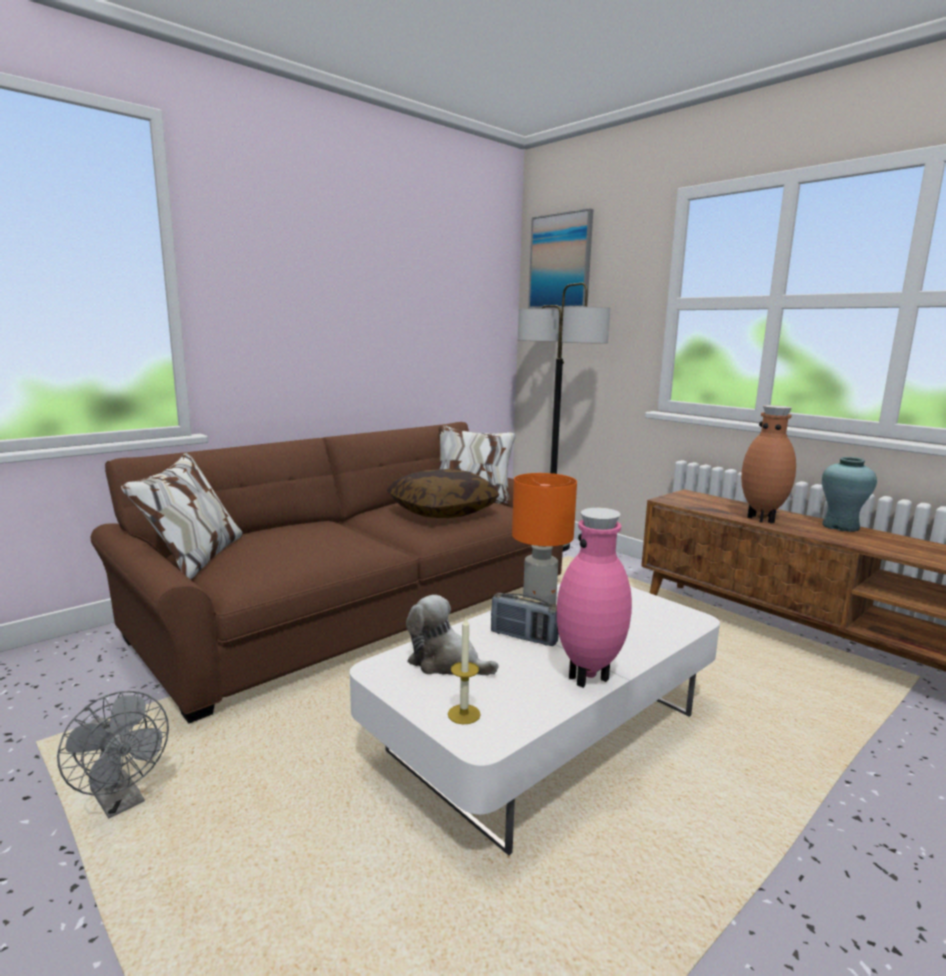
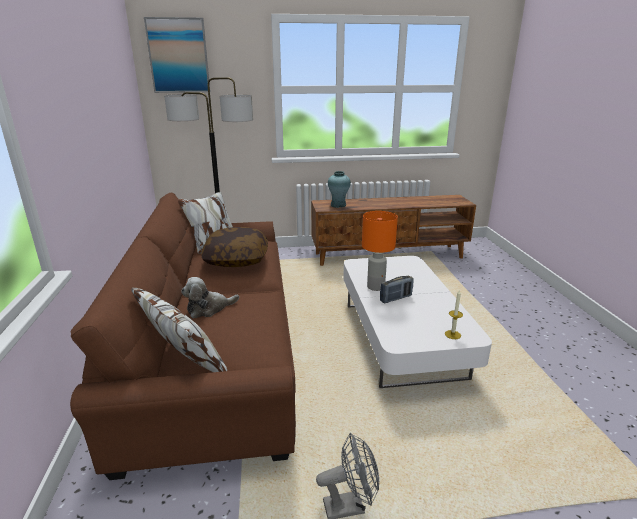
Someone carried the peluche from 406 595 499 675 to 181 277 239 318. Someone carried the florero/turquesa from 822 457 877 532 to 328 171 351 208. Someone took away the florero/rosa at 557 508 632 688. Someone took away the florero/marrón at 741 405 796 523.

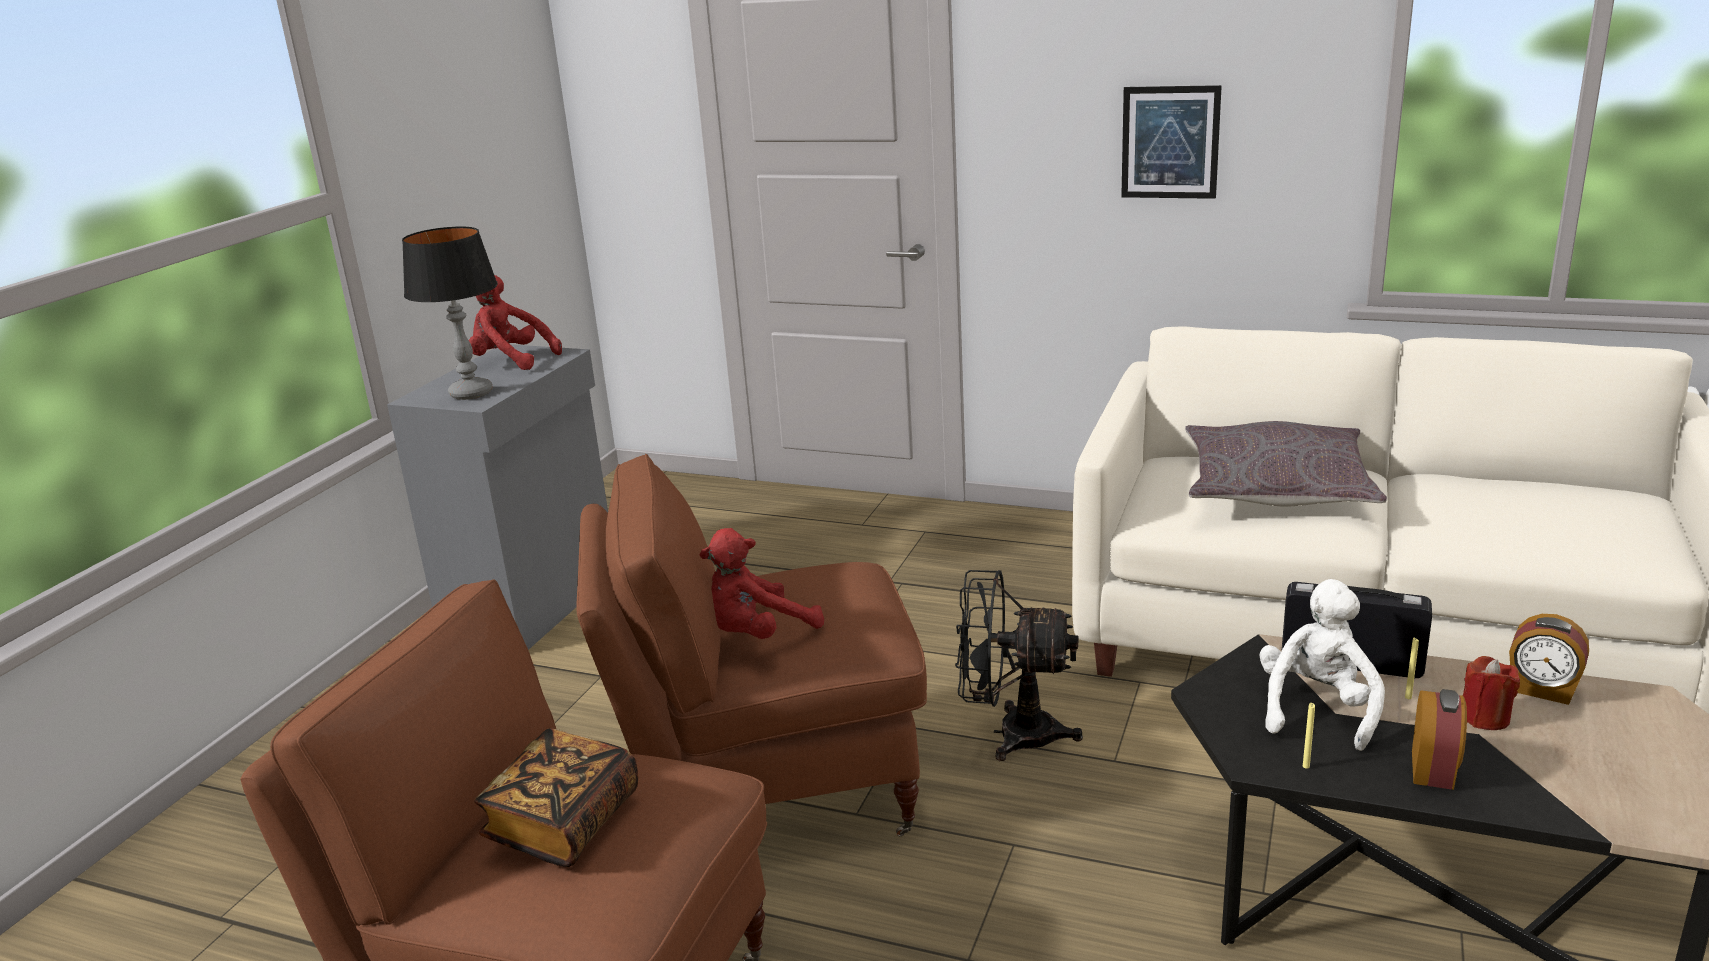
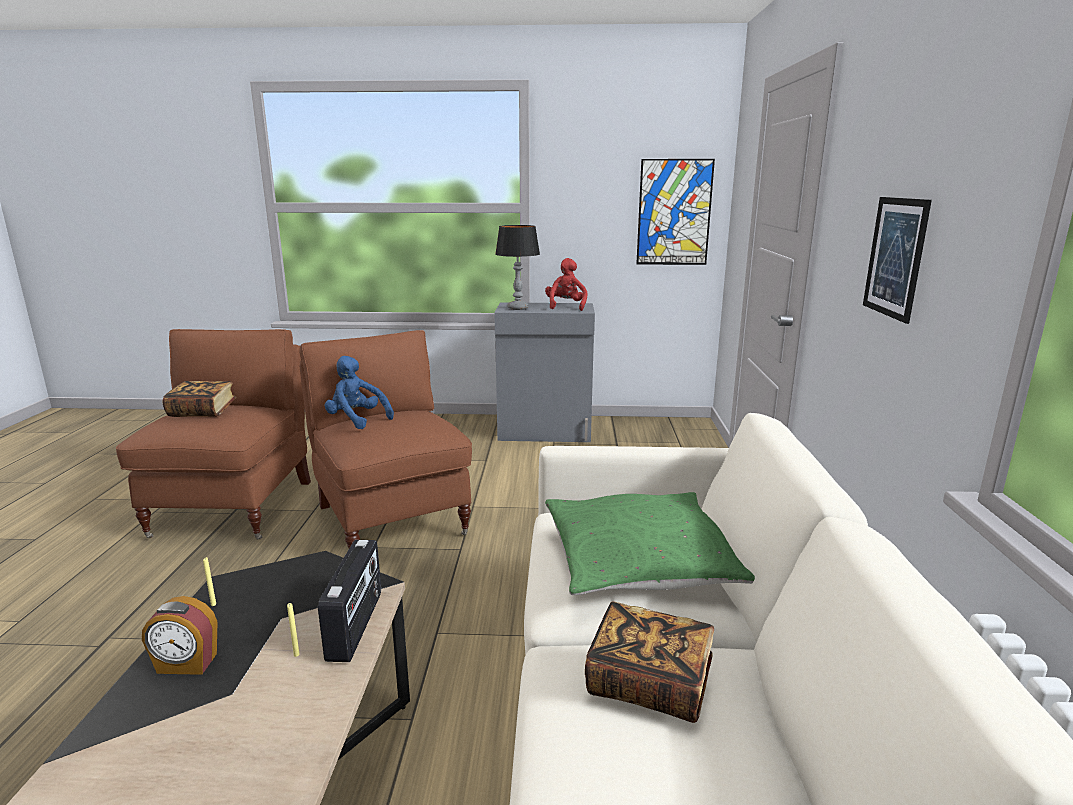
Someone repainted the peluche/rojo at 700 528 824 639, which became the peluche/azul at 324 356 394 429. Someone repainted the cojín/gris at 1185 421 1387 507, which became the cojín/verde at 545 492 755 595. Someone put down the libro at 585 601 714 723. Someone put up the cuadro at 636 159 715 265. Someone took away the ventilador/negro at 955 570 1083 761. Someone took away the peluche/blanco at 1260 579 1385 751. Someone took away the vela/rojo at 1463 656 1520 730. Someone took away the despertador at 1509 614 1589 705.

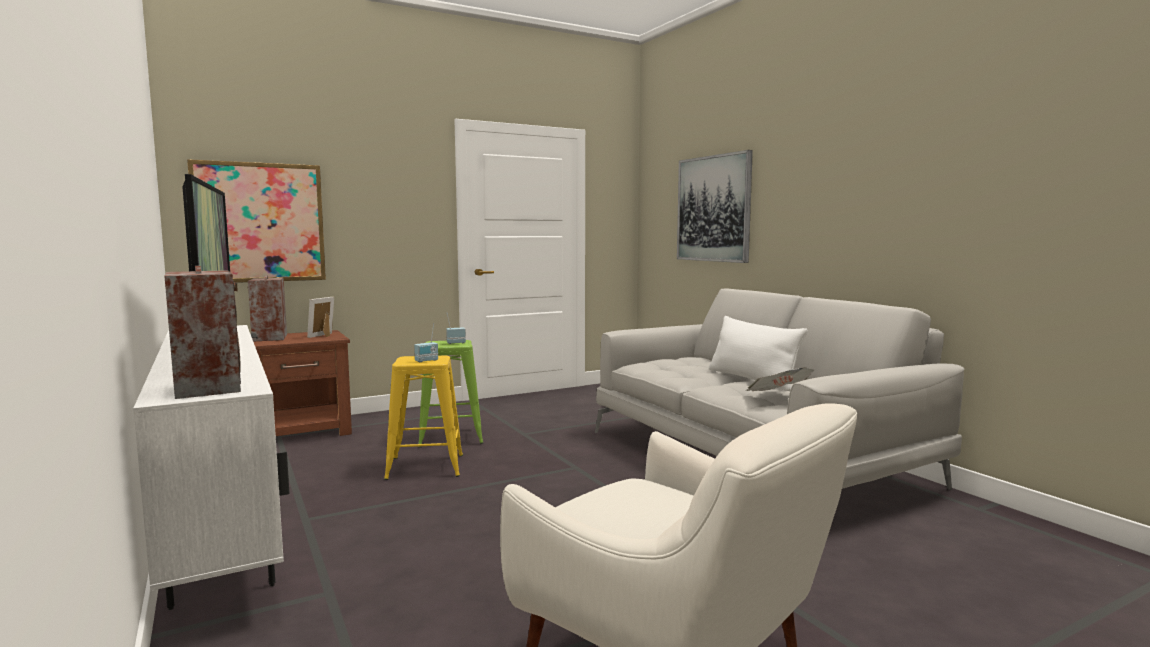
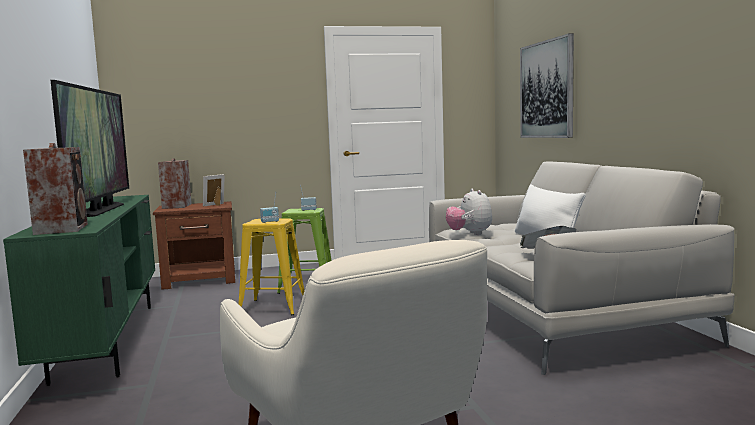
Someone repainted the mueble de televisión/blanco at 133 325 290 610, which became the mueble de televisión/verde at 3 195 155 386. Someone put down the peluche at 446 189 492 235. Someone took away the cuadro at 187 159 326 283.

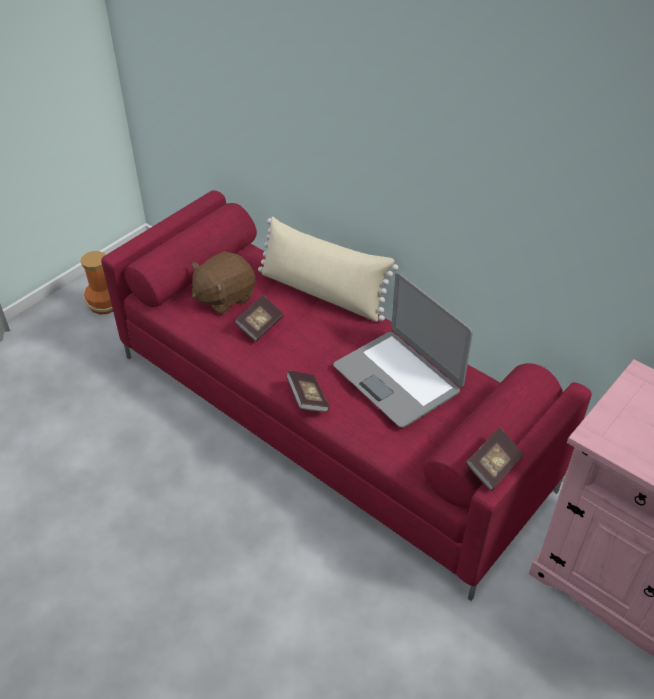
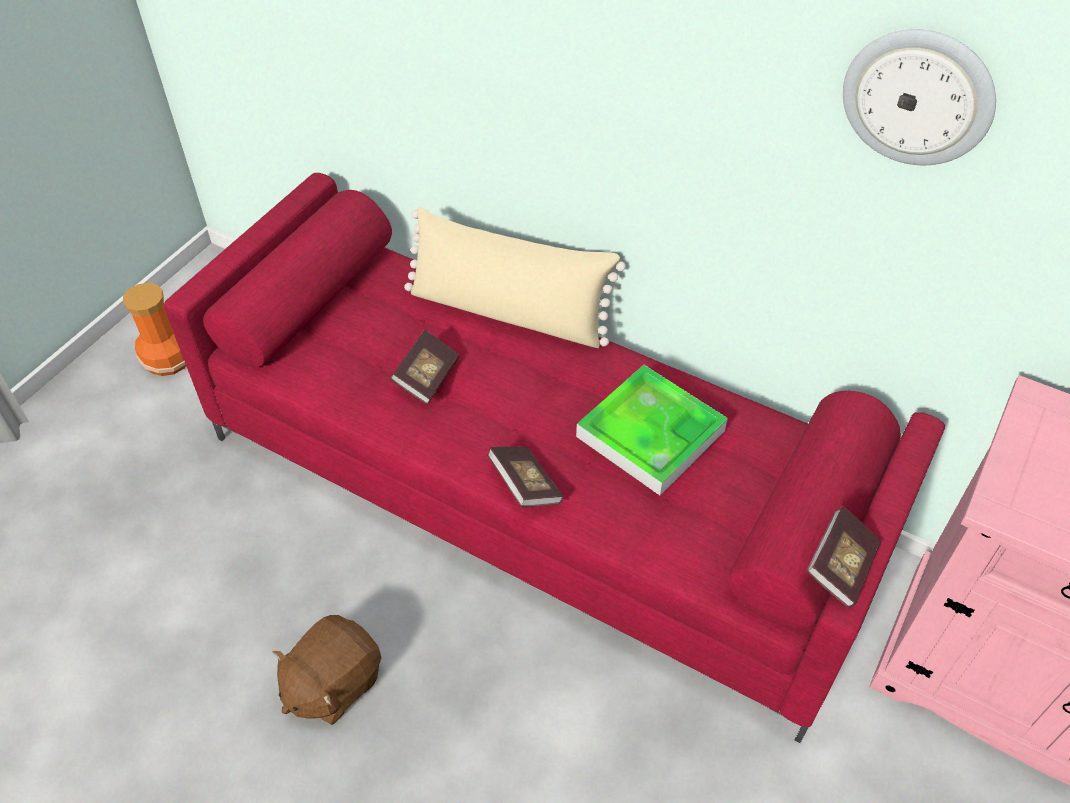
Someone carried the peluche/marrón from 192 251 256 314 to 272 615 381 725. Someone swapped the portátil at 333 272 473 428 for the bandeja at 576 365 728 495. Someone put up the reloj de pared at 843 29 996 165.

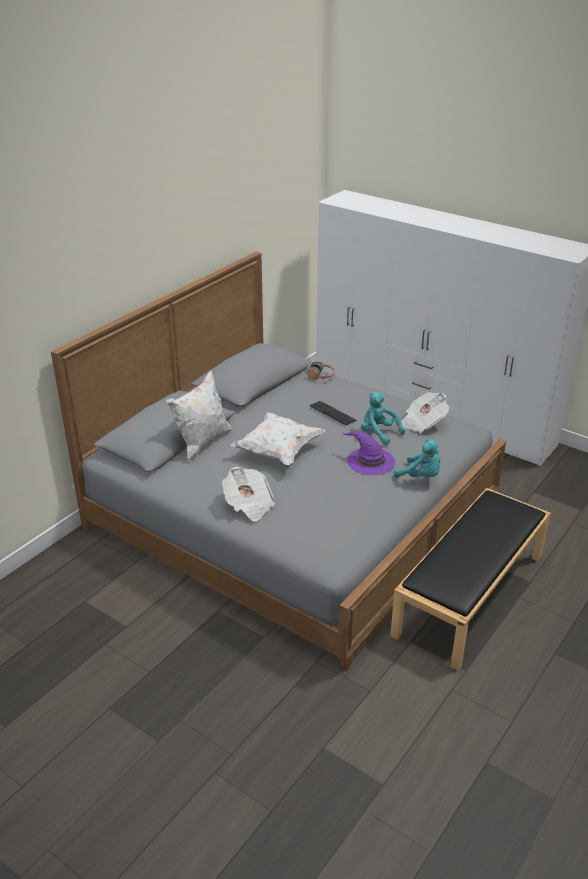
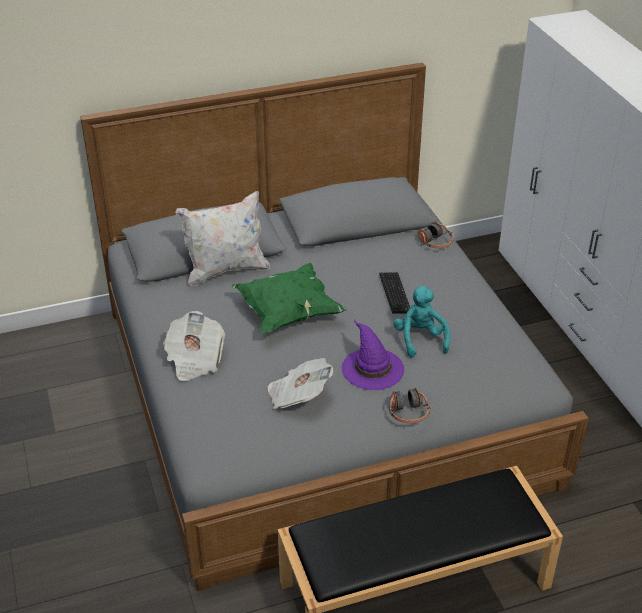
Someone repainted the cojín/blanco at 231 412 325 465, which became the cojín/verde at 232 263 346 333. Someone carried the periódico from 401 392 449 433 to 267 358 333 409. Someone swapped the peluche/turquesa at 394 439 440 478 for the auriculares at 389 388 430 424.

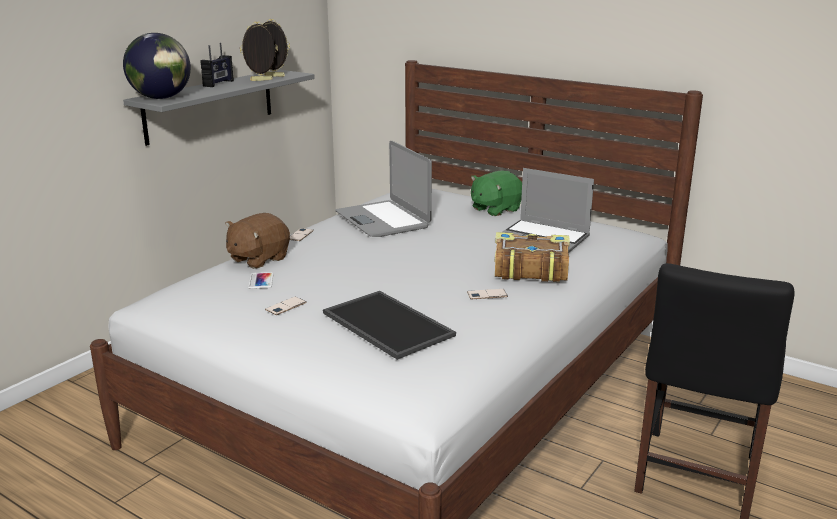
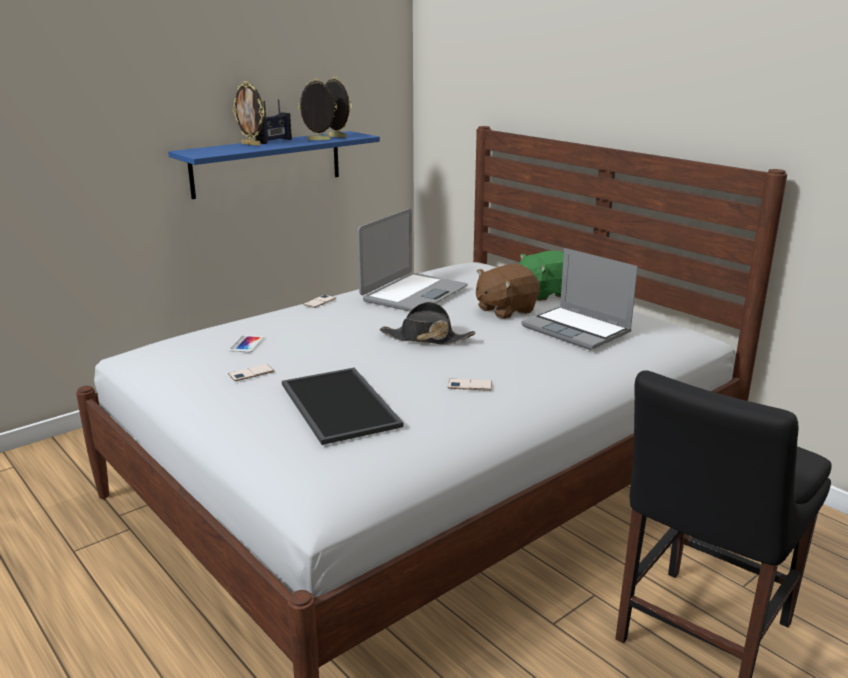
Someone repainted the estante/gris at 123 69 315 146, which became the estante/azul at 168 131 380 199. Someone put down the portarretratos at 232 81 264 146. Someone rotated the portátil at 335 141 432 237 by 135 degrees counterclockwise. Someone put down the sombrero/negro at 379 302 475 345. Someone carried the peluche/marrón from 225 213 290 269 to 476 264 540 319. Someone took away the globo terráqueo at 123 33 191 99. Someone took away the libro at 495 232 570 282.

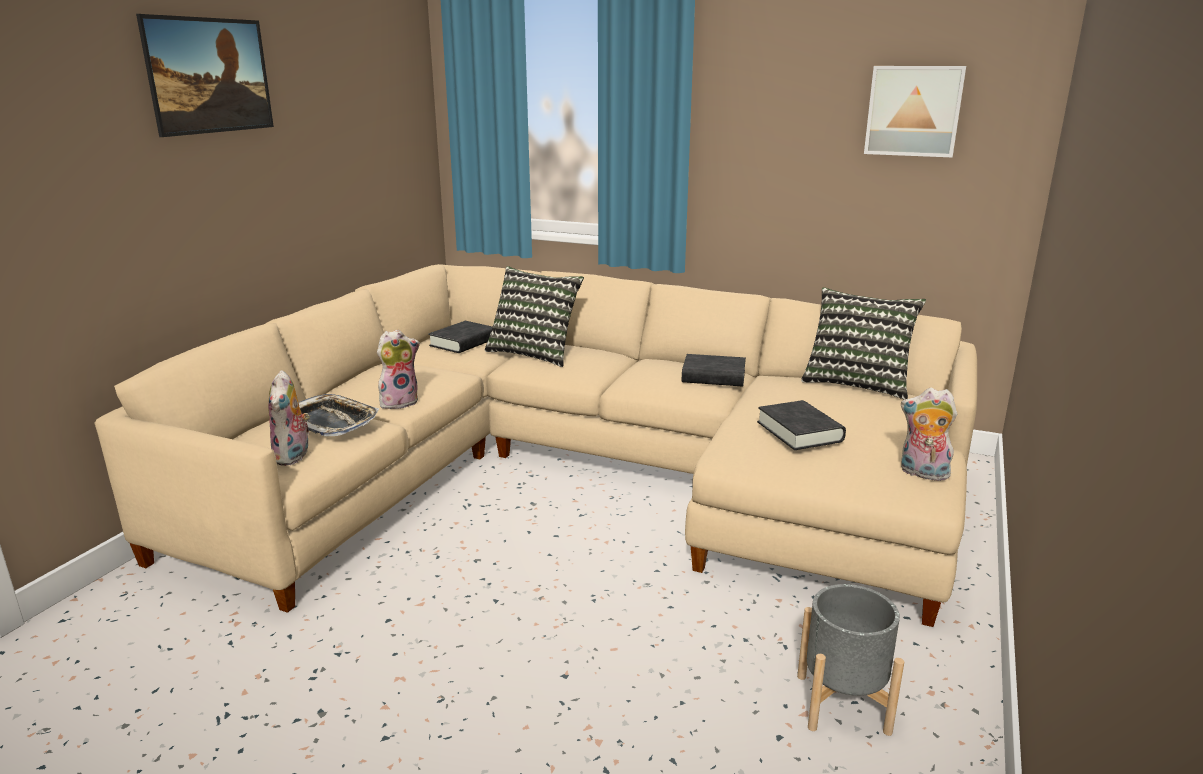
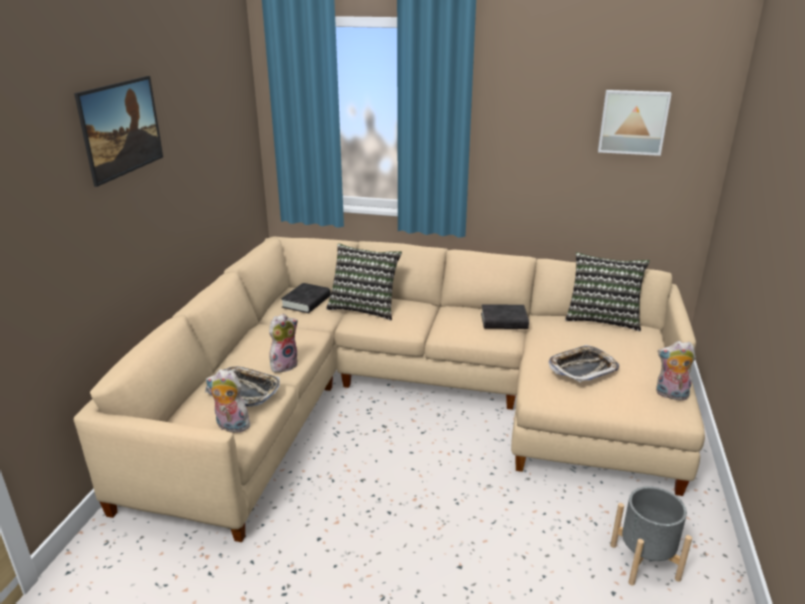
Someone rotated the peluche at 268 370 310 465 by 120 degrees clockwise. Someone swapped the libro/negro at 757 400 846 450 for the bandeja at 548 345 619 382.

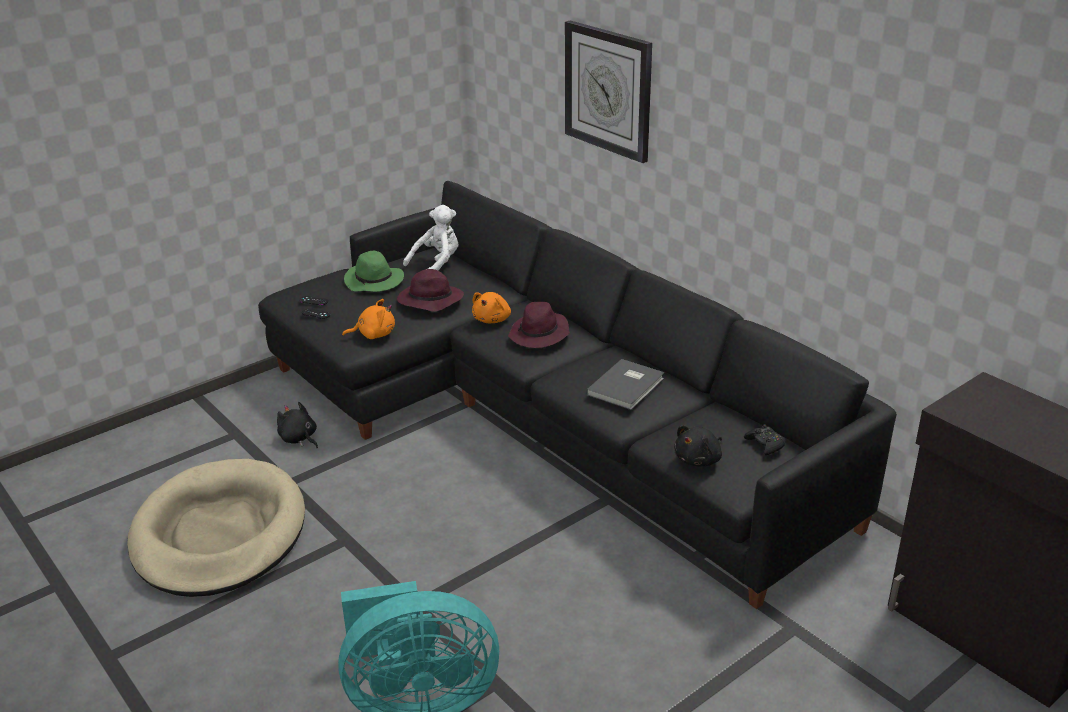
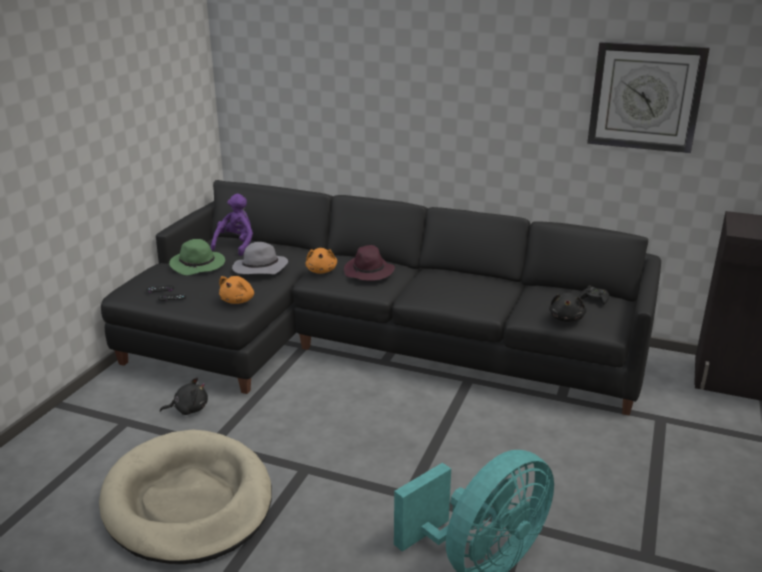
Someone rotated the peluche/negro at 277 402 318 448 by 150 degrees clockwise. Someone repainted the peluche/blanco at 403 205 458 270, which became the peluche/morado at 211 194 253 256. Someone rotated the peluche/naranja at 342 299 395 339 by 150 degrees clockwise. Someone repainted the sombrero/morado at 397 269 464 312, which became the sombrero/gris at 232 242 288 274. Someone carried the reloj de pared from 565 20 652 163 to 587 42 710 153. Someone took away the libro/gris at 586 359 665 410.

